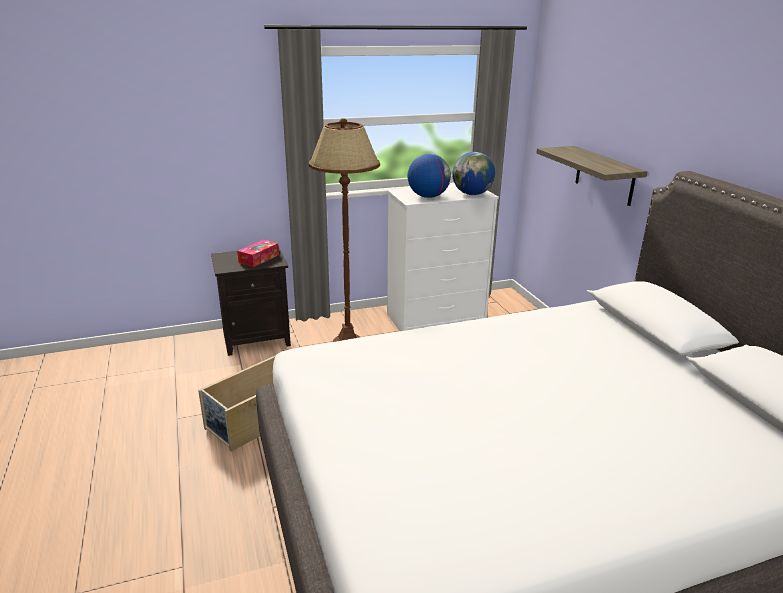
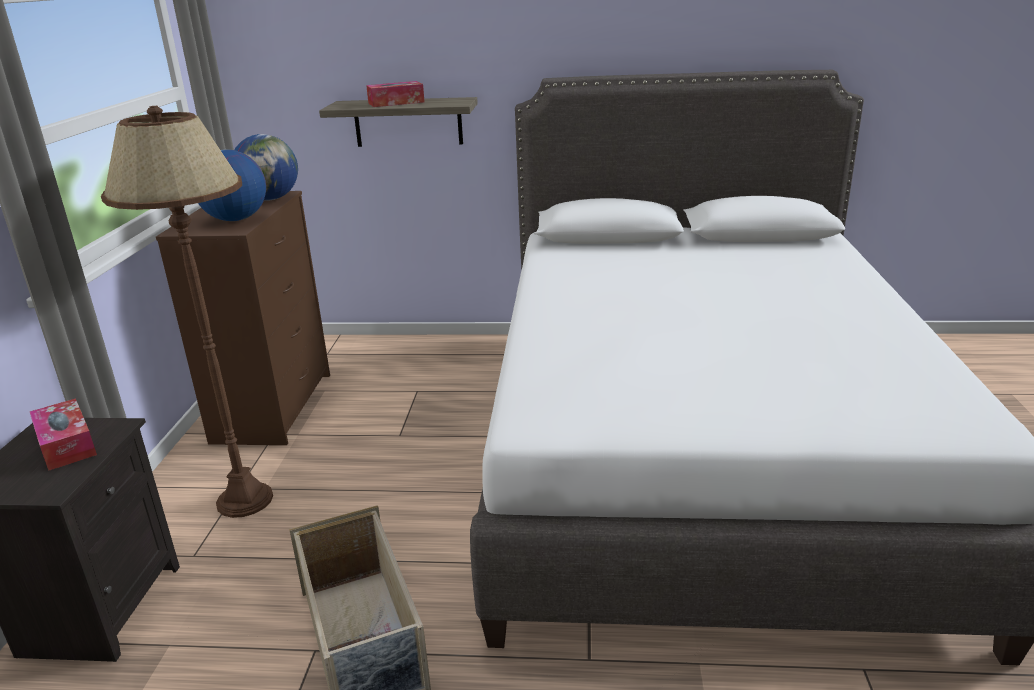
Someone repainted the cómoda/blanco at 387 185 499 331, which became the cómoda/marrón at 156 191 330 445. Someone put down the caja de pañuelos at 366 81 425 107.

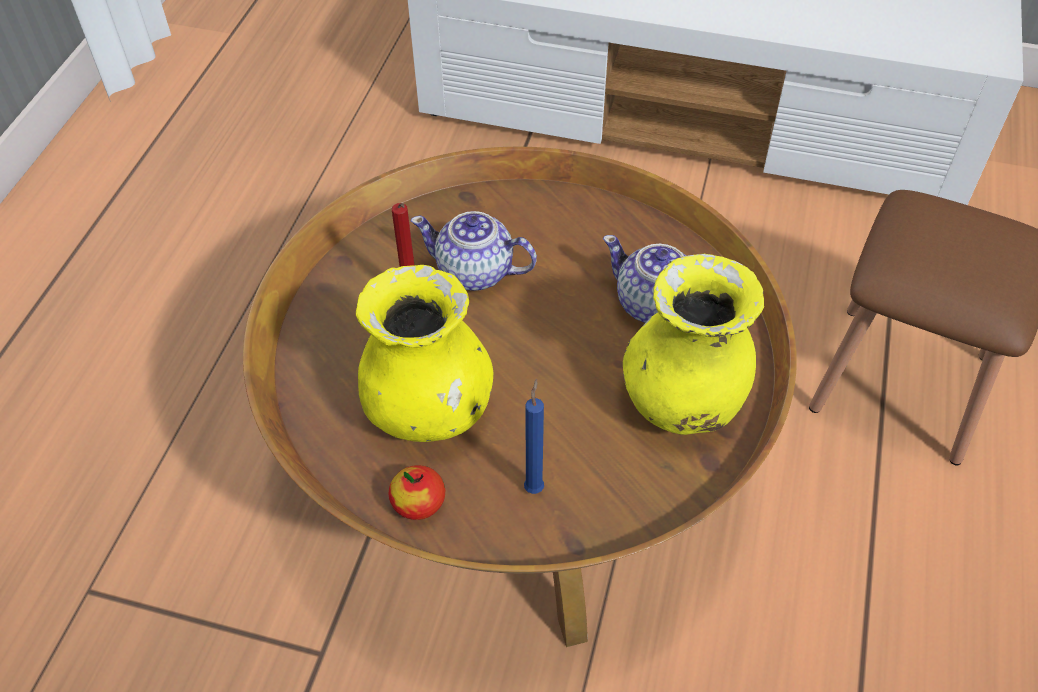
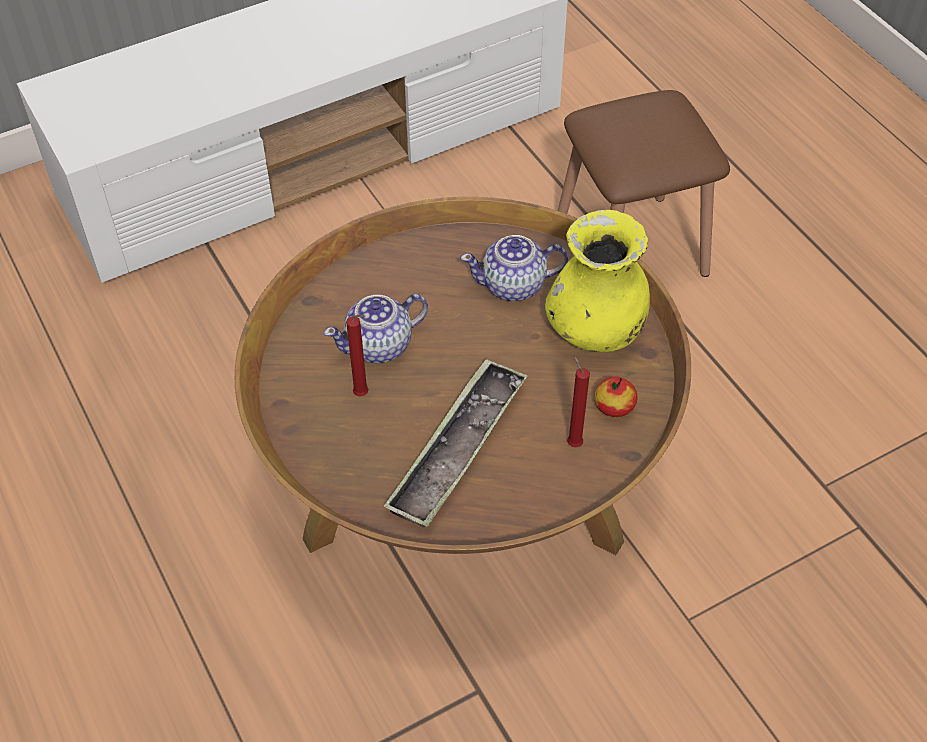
Someone swapped the florero/amarillo at 356 265 493 442 for the bandeja at 383 359 528 527. Someone repainted the vela/azul at 524 379 544 494, which became the vela/rojo at 567 356 590 447. Someone carried the manzana from 389 465 446 520 to 594 377 638 417.

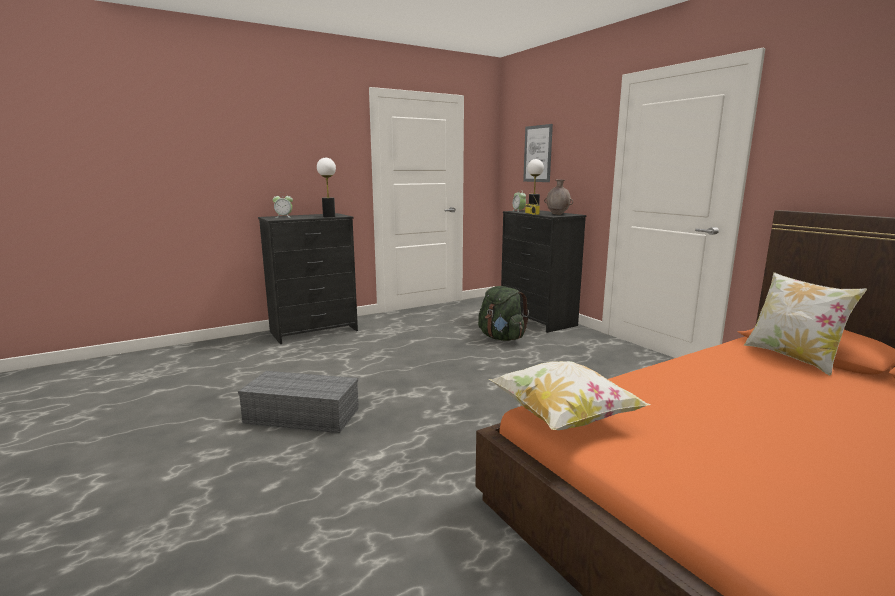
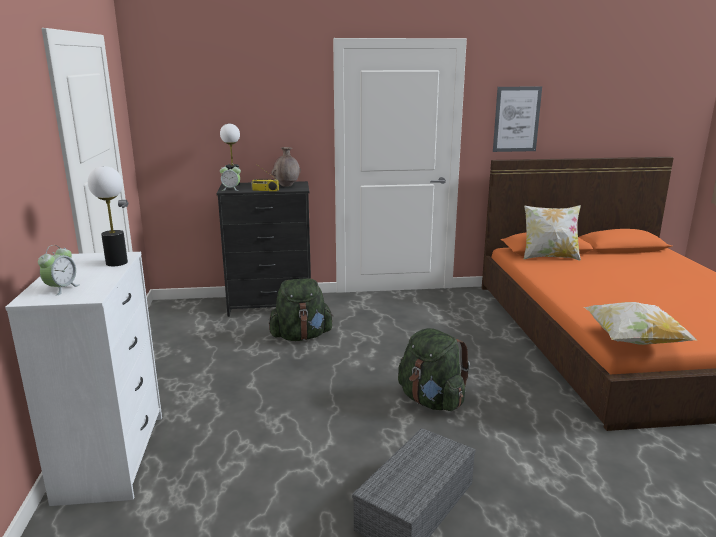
Someone repainted the cómoda/negro at 258 213 358 344, which became the cómoda/blanco at 5 252 162 506. Someone put down the mochila/verde at 398 328 470 411. Someone carried the cuadro from 523 124 553 182 to 493 87 542 152.

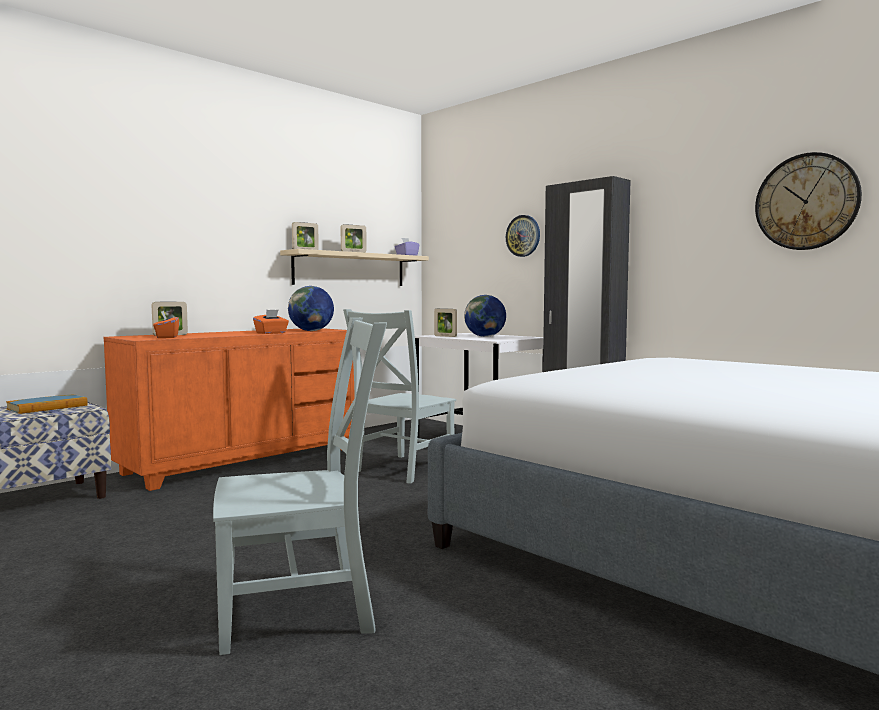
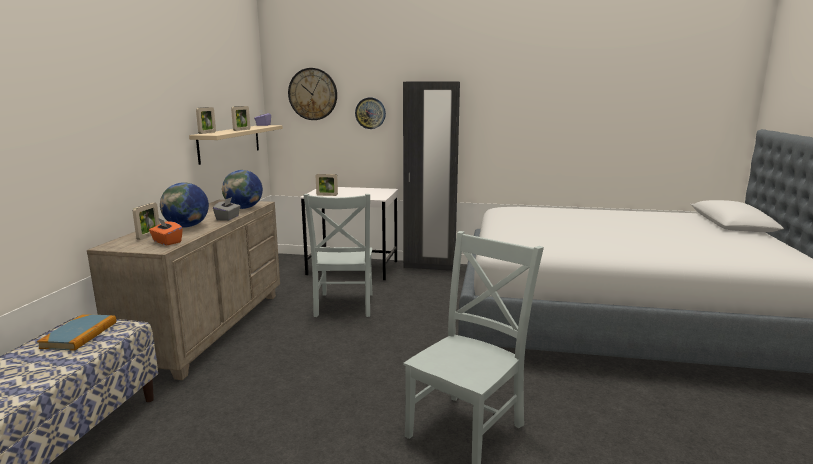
Someone repainted the cómoda/naranja at 104 328 355 491, which became the cómoda/beis at 87 200 280 380. Someone carried the globo terráqueo from 464 295 506 337 to 160 182 209 228. Someone repainted the caja de pañuelos/naranja at 253 310 289 334, which became the caja de pañuelos/gris at 213 197 240 221. Someone carried the reloj de pared from 755 152 862 250 to 288 68 337 120.

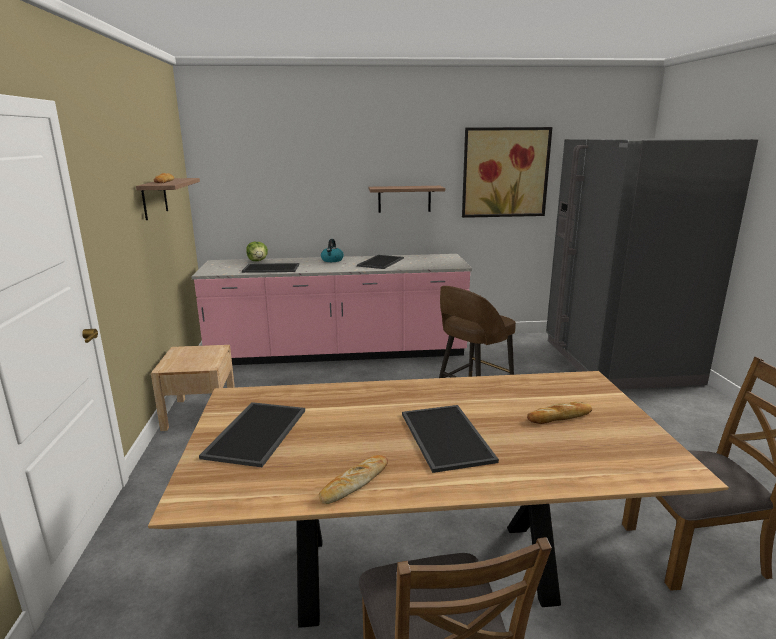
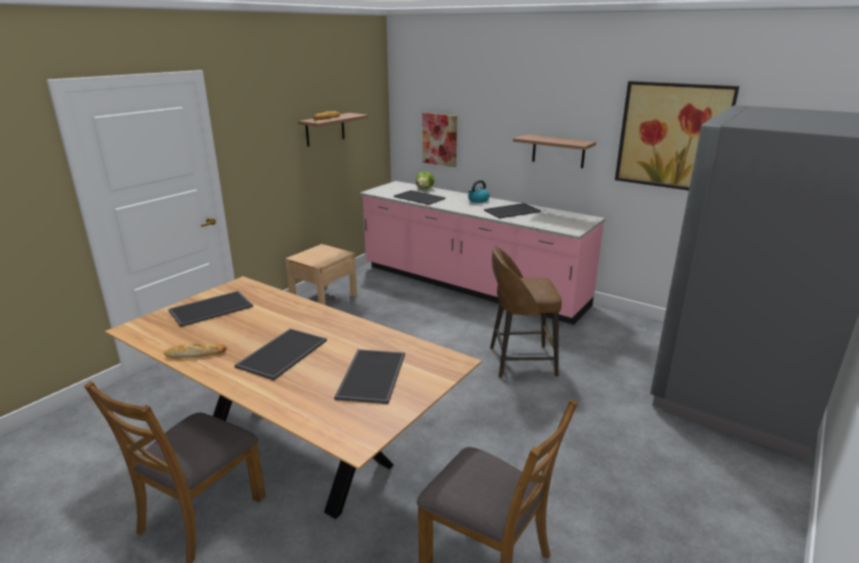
Someone swapped the pan at 527 402 592 424 for the bandeja at 334 349 405 404. Someone put up the cuadro at 422 113 457 167.

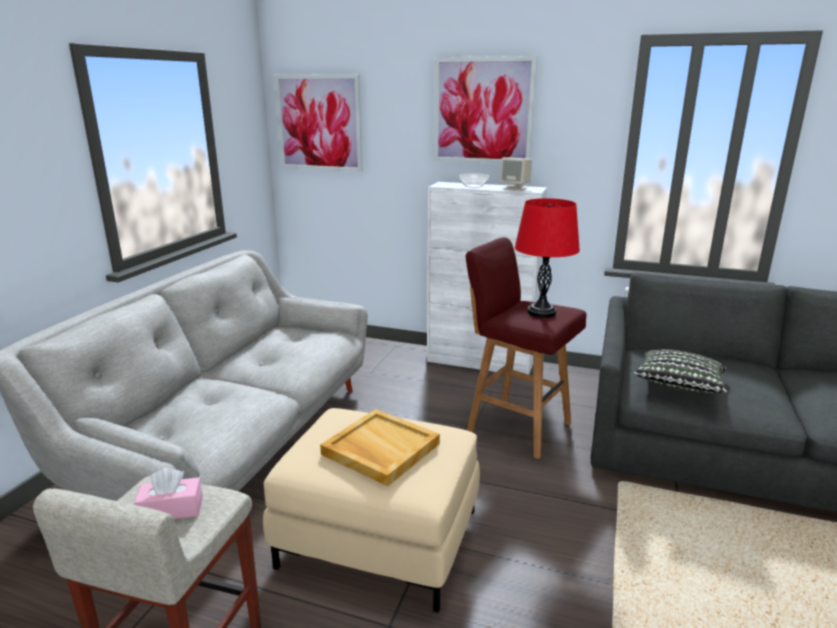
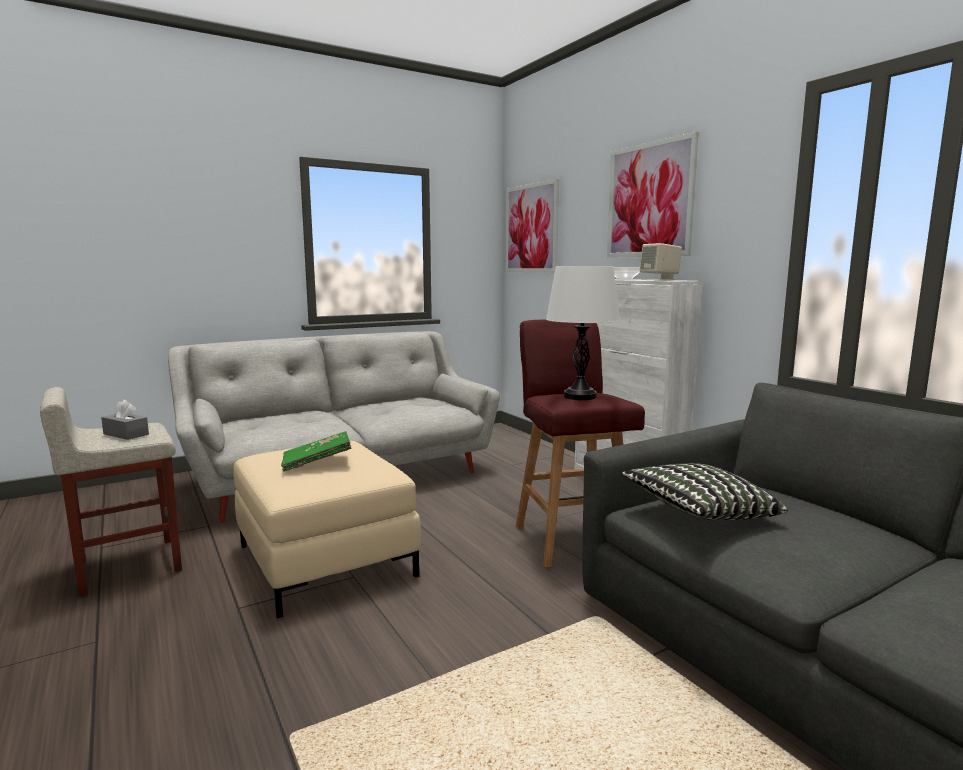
Someone repainted the caja de pañuelos/rosa at 134 468 203 519, which became the caja de pañuelos/gris at 101 400 149 440. Someone swapped the bandeja/beis at 320 409 440 486 for the libro/verde at 281 431 352 472. Someone repainted the lámpara de mesa/rojo at 515 198 580 318, which became the lámpara de mesa/blanco at 546 266 620 400.

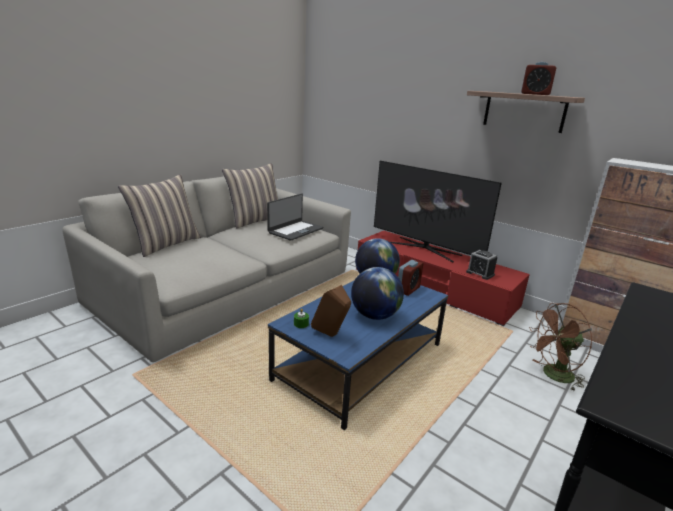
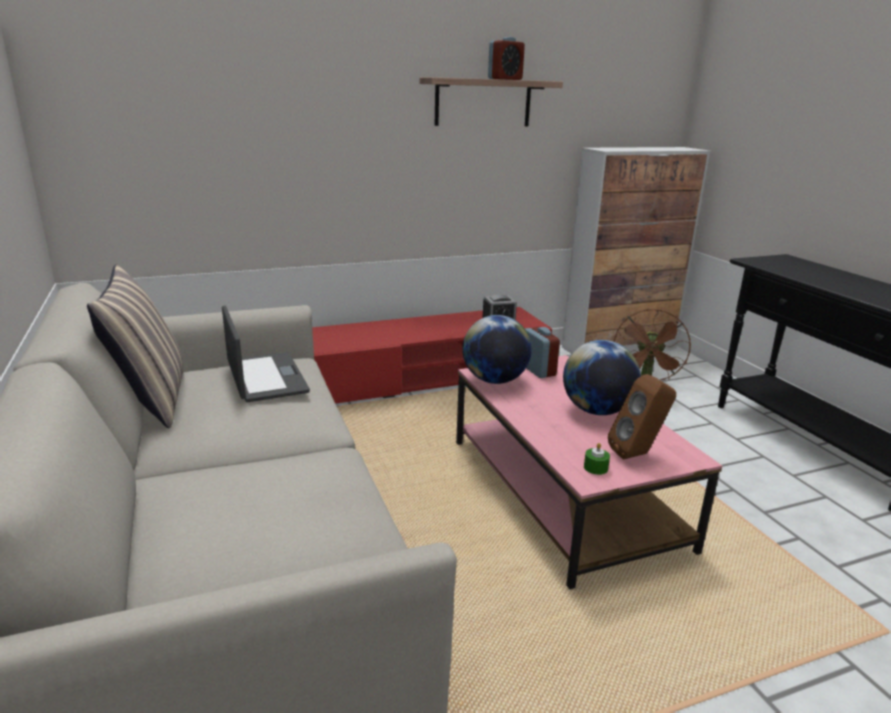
Someone repainted the mesa de centro/azul at 268 281 448 430, which became the mesa de centro/rosa at 456 355 722 589. Someone took away the cojín at 118 174 201 257. Someone took away the televisor at 374 161 502 262.

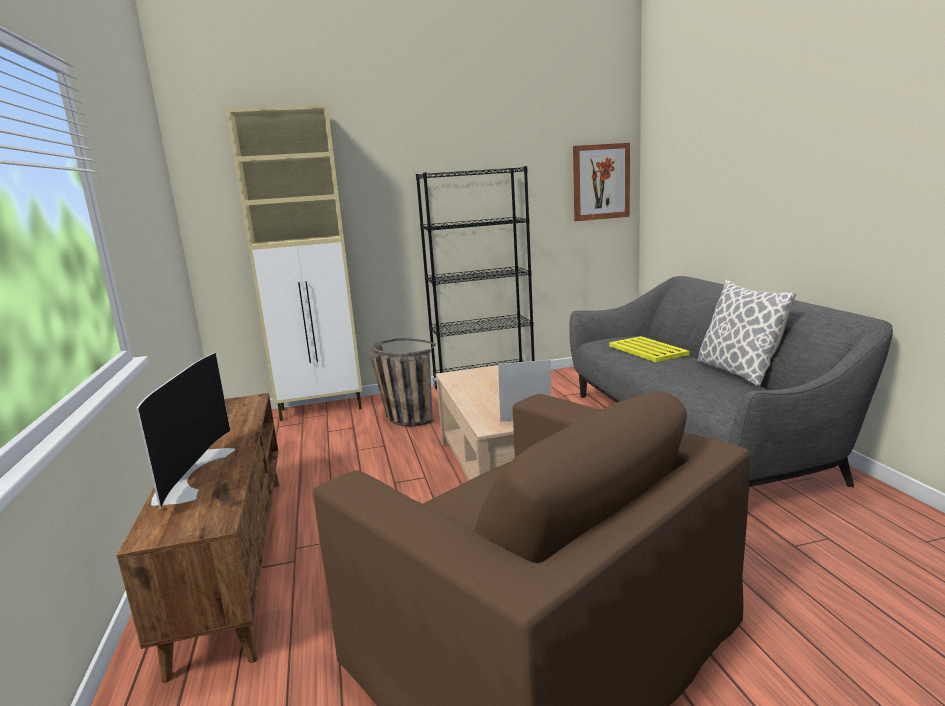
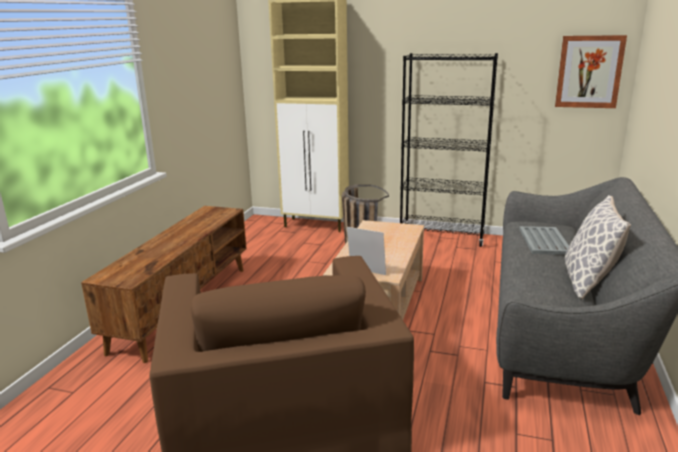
Someone repainted the bandeja/amarillo at 609 336 689 362, which became the bandeja/gris at 519 226 569 255. Someone took away the televisor at 136 352 235 509.

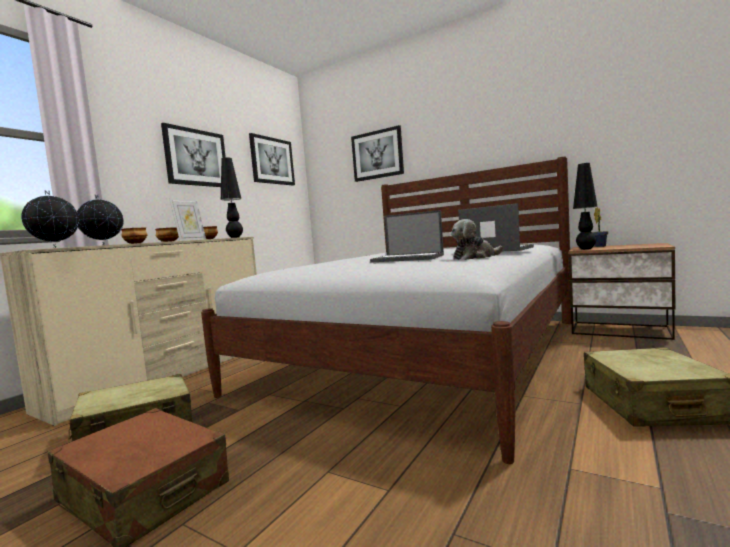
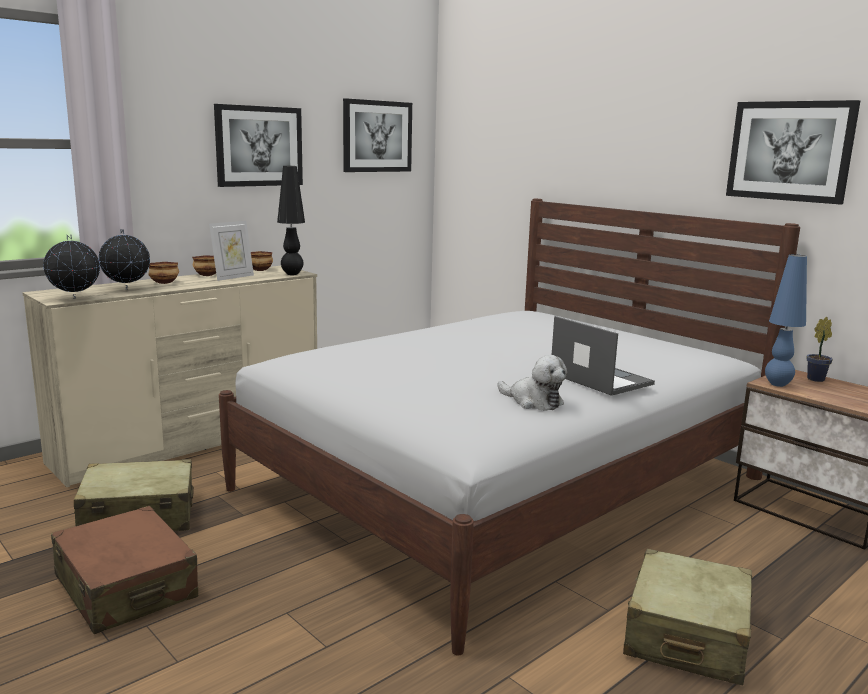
Someone rotated the peluche at 451 219 503 260 by 135 degrees counterclockwise. Someone carried the cuadro from 351 125 404 182 to 726 100 860 205. Someone repainted the lámpara de mesa/negro at 573 163 598 250, which became the lámpara de mesa/azul at 765 254 807 387. Someone took away the portátil at 370 210 444 263.

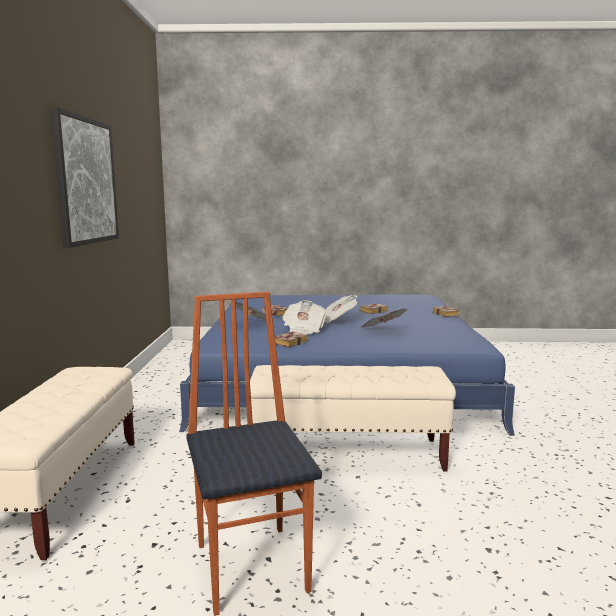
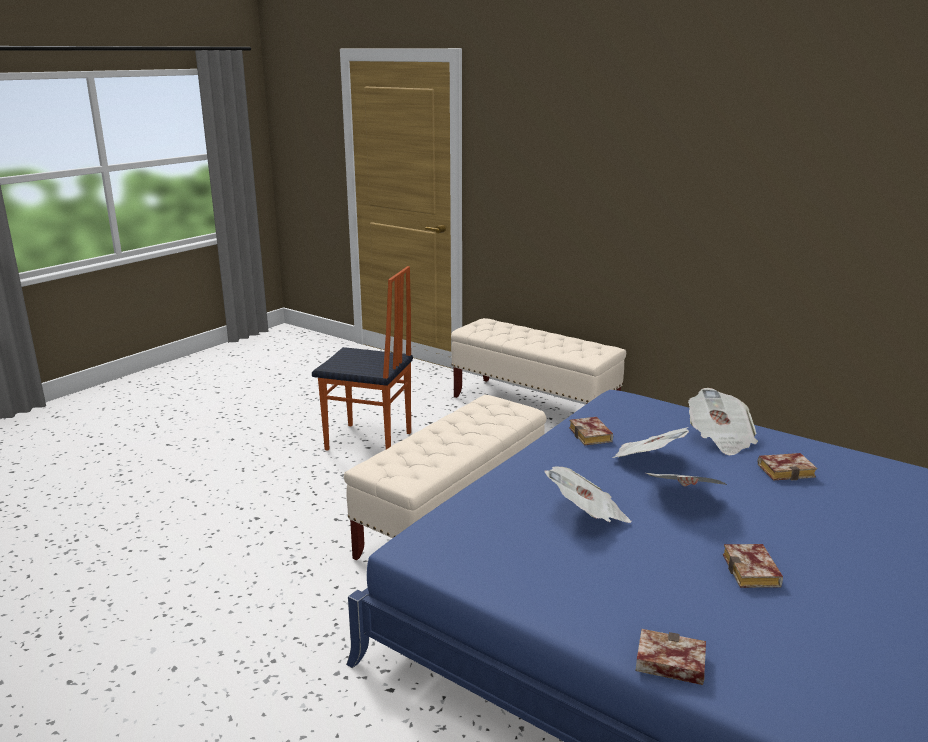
Someone took away the cuadro at 51 107 119 248.

